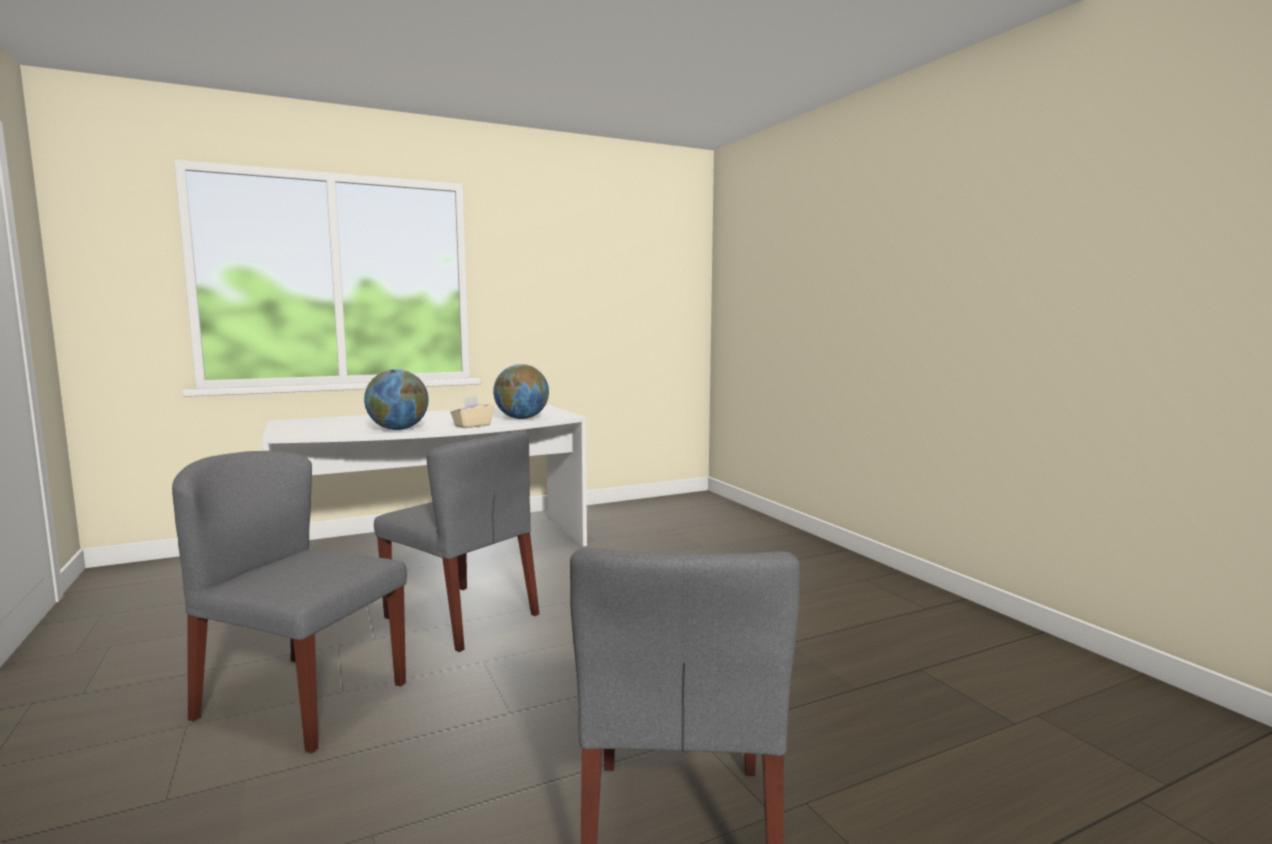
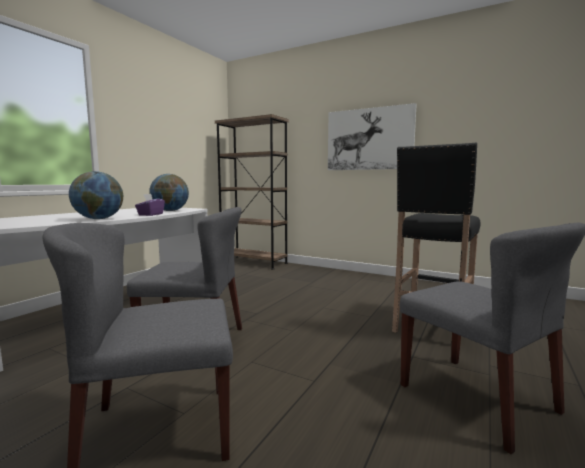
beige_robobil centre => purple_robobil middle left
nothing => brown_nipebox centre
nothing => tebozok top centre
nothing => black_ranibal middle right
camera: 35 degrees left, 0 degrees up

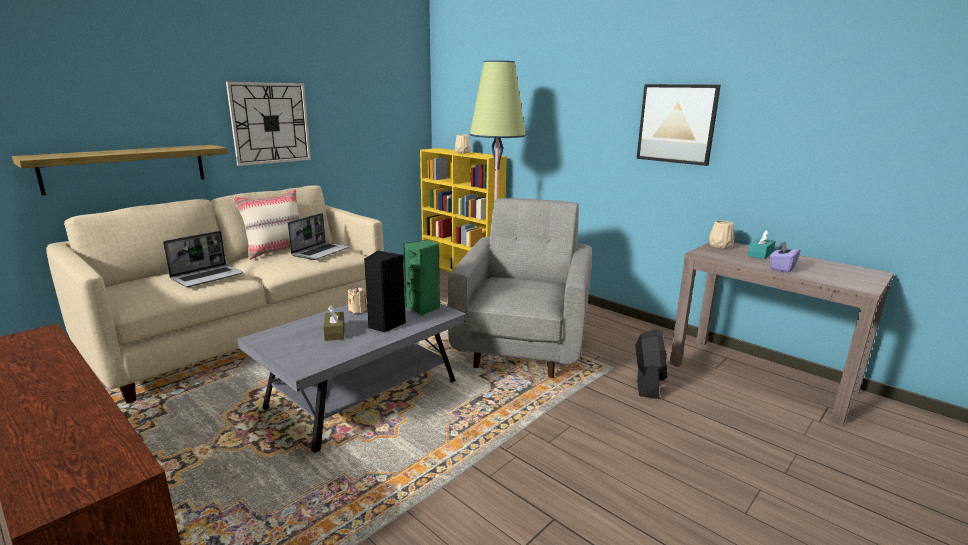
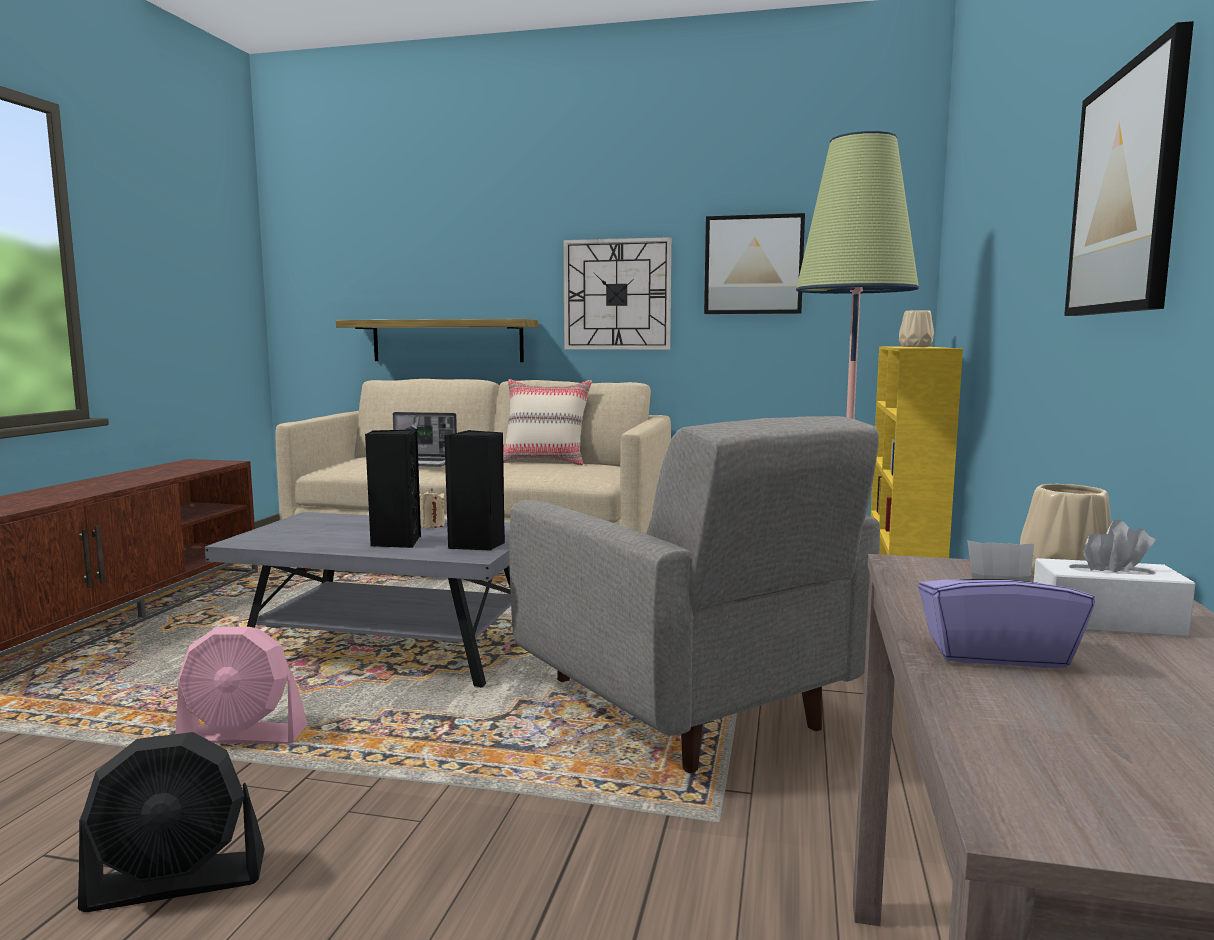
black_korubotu bottom right => black_korubotu bottom left, move
nothing => pink_korubotu bottom left
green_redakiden centre => black_redakiden (2nd from left) centre
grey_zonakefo centre, 75 degrees clockwise
nothing => tebozok (1st from left) top centre
turquoise_robobil middle right => white_robobil middle right
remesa (2nd from left) middle left => nothing
brown_robobil centre => nothing
camera: 60 degrees right, 10 degrees down

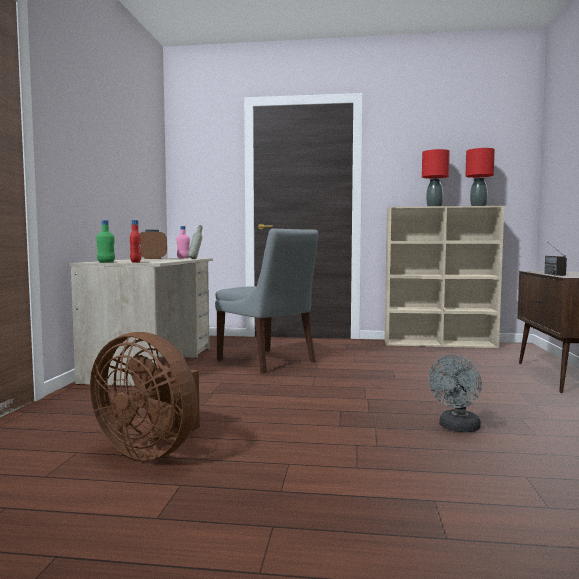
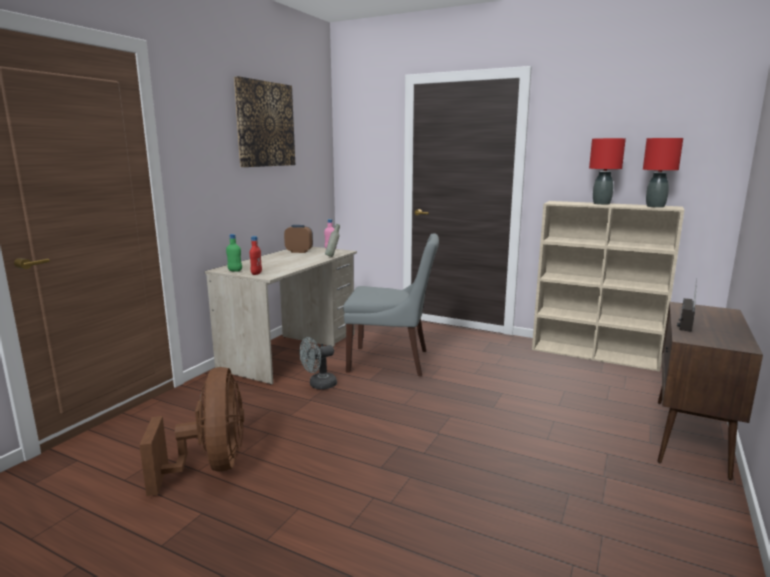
brown_korubotu bottom left, 150 degrees counterclockwise
nothing => tebozok top centre
grey_korubotu bottom right => grey_korubotu centre, move
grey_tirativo centre, 60 degrees counterclockwise
camera: 20 degrees right, 10 degrees up

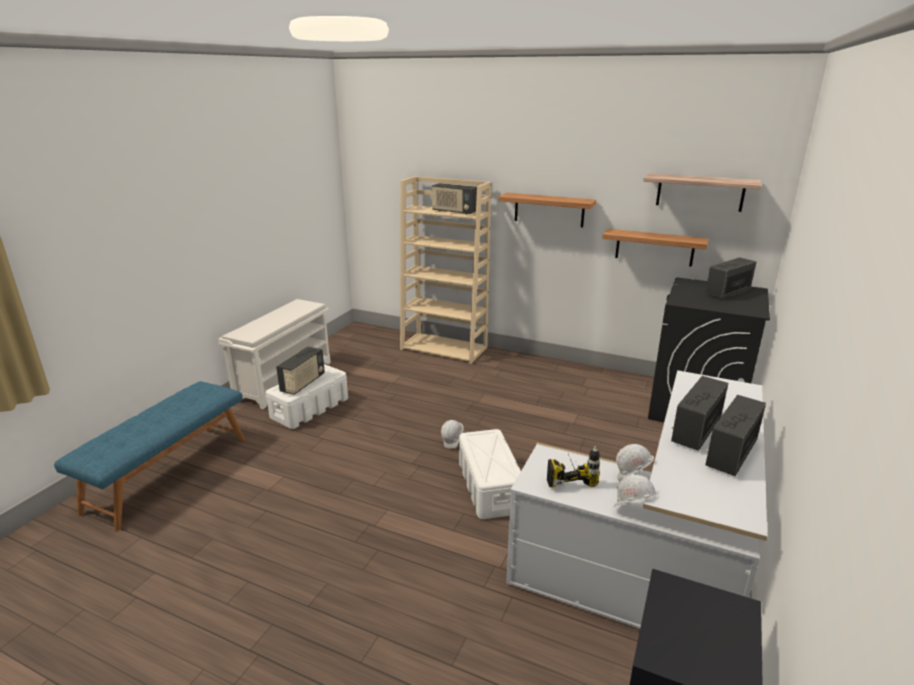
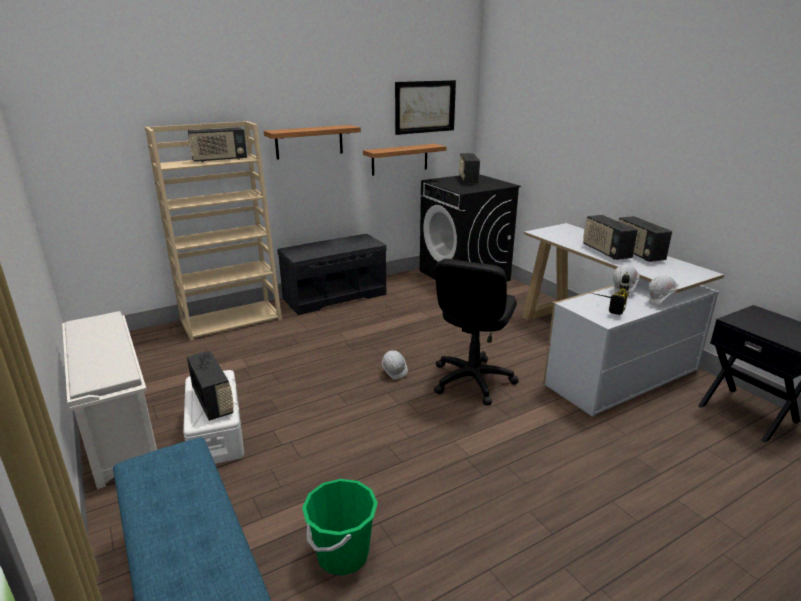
nothing => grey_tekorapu centre
nothing => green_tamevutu bottom centre
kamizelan (3rd from left) top right => tebozok top centre
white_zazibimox (2nd from left) bottom centre => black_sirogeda centre
camera: 55 degrees left, 0 degrees up

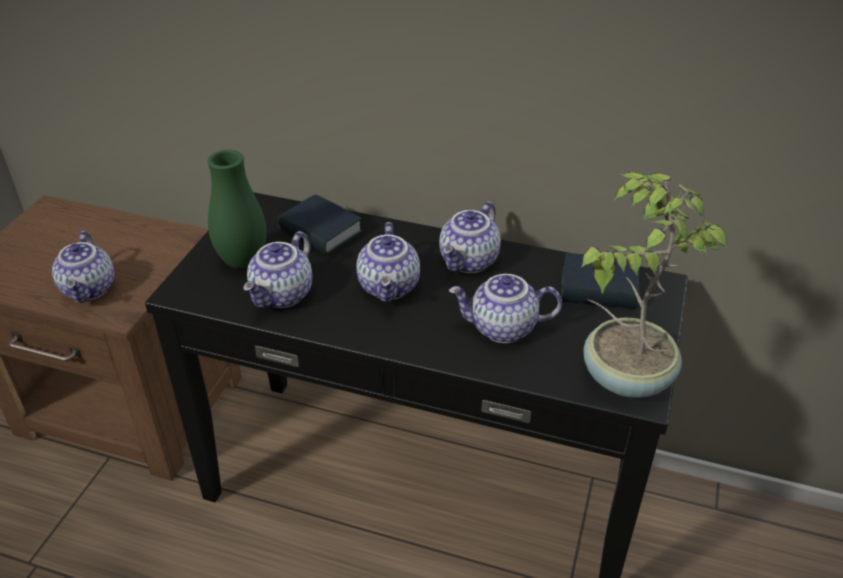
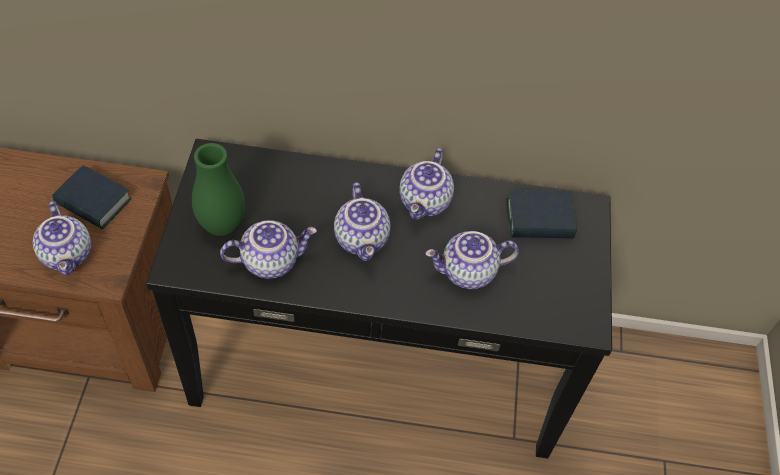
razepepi (1st from left) centre => razepepi (1st from left) middle left, move
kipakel (2nd from left) middle left => kipakel (2nd from left) centre, 120 degrees counterclockwise
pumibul middle right => nothing
camera: 15 degrees left, 15 degrees up

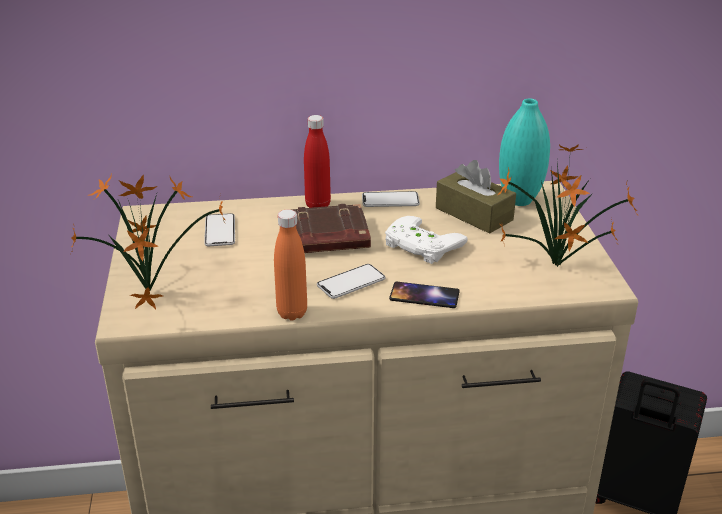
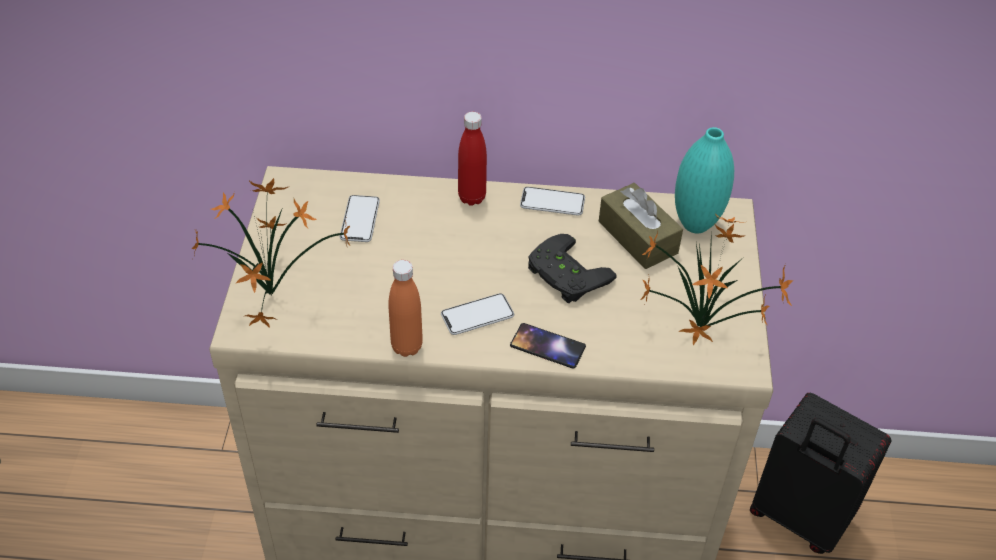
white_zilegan centre => black_zilegan centre
brown_razepepi centre => nothing
camera: 10 degrees right, 15 degrees up

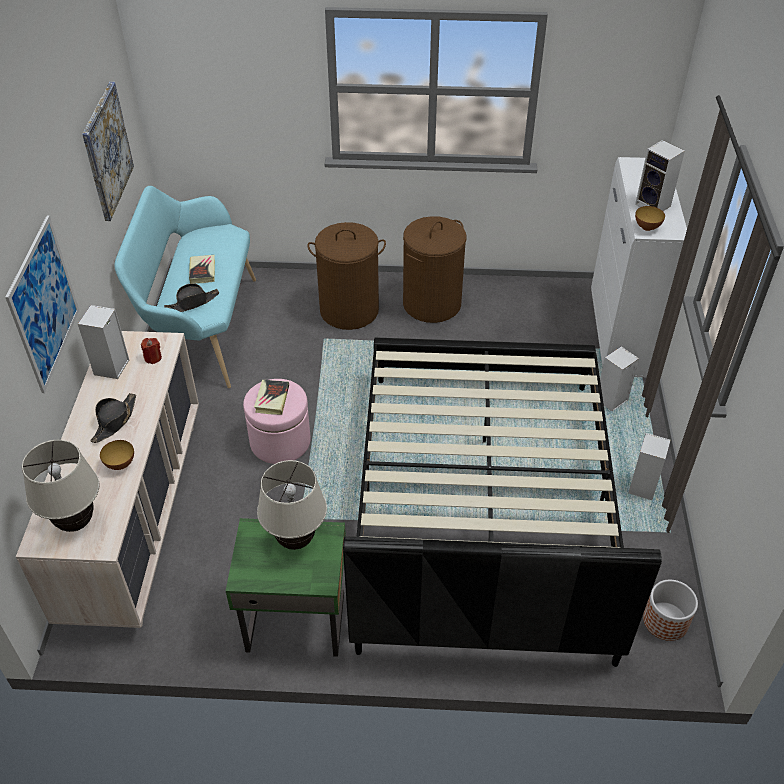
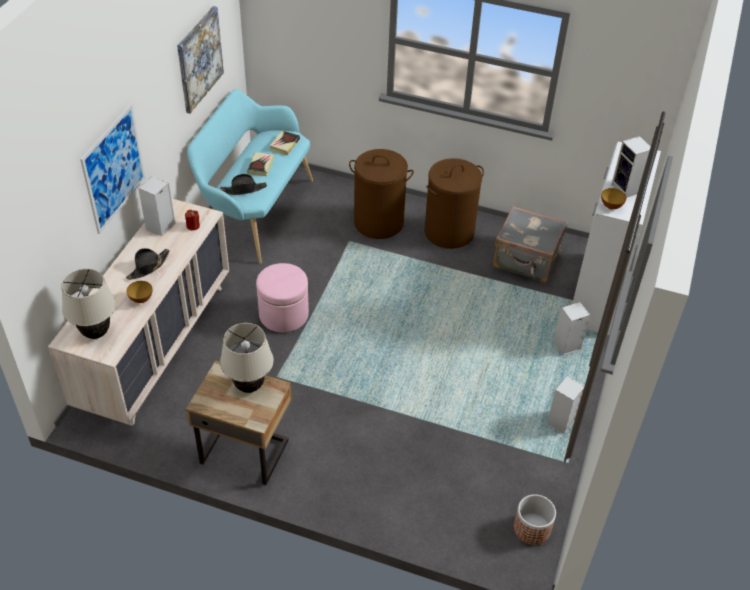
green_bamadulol bottom centre => beige_bamadulol bottom left
razepepi (2nd from left) centre => razepepi (2nd from left) top centre, move
nothing => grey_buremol middle right
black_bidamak centre => nothing
camera: 15 degrees right, 0 degrees up

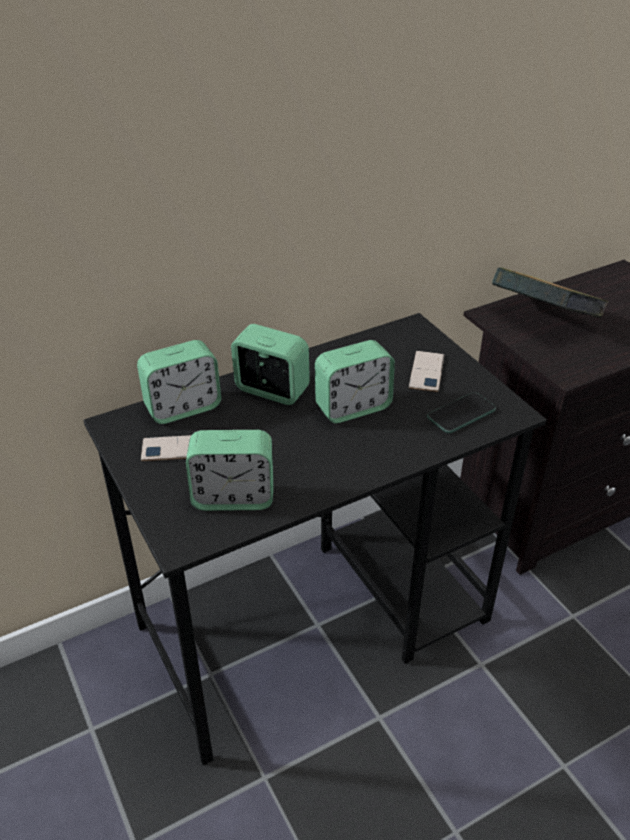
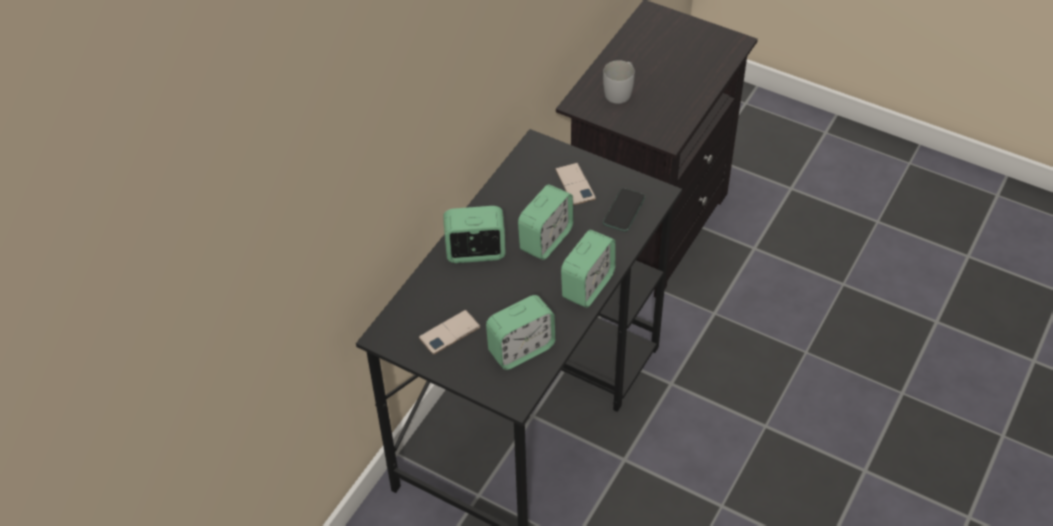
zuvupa (1st from left in the first image) middle left => zuvupa (4th from left) centre, move
razepepi middle right => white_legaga top centre
camera: 30 degrees left, 10 degrees up

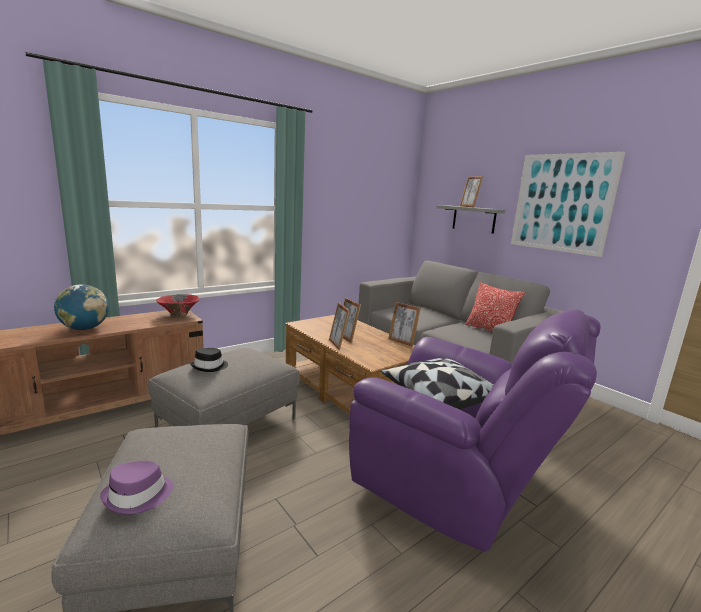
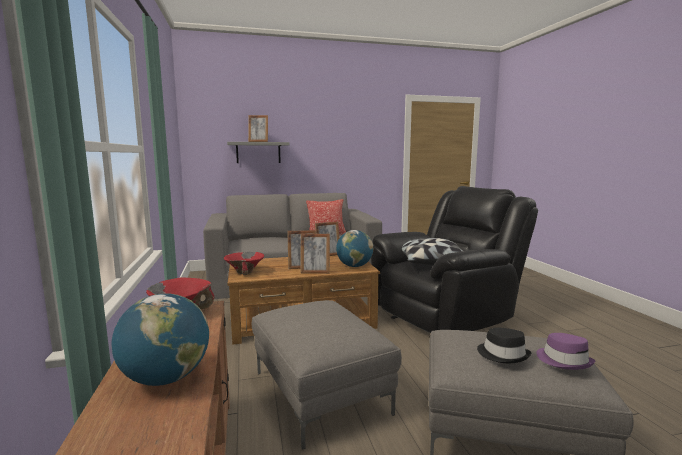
nothing => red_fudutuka (2nd from left) centre
nothing => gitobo (2nd from left) centre
purple_zonakefo bottom right => black_zonakefo centre
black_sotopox middle left => black_sotopox bottom right, move
tebozok middle right => nothing
camera: 65 degrees left, 5 degrees down

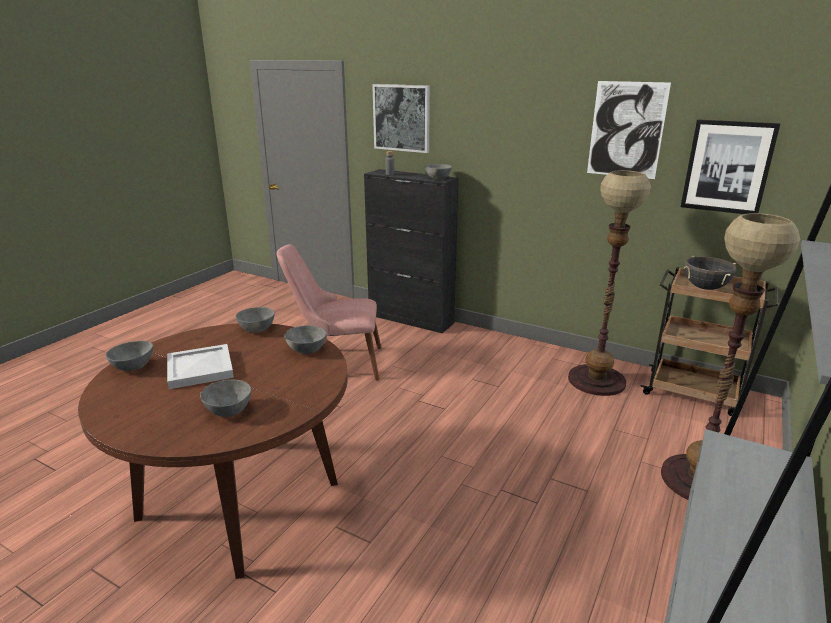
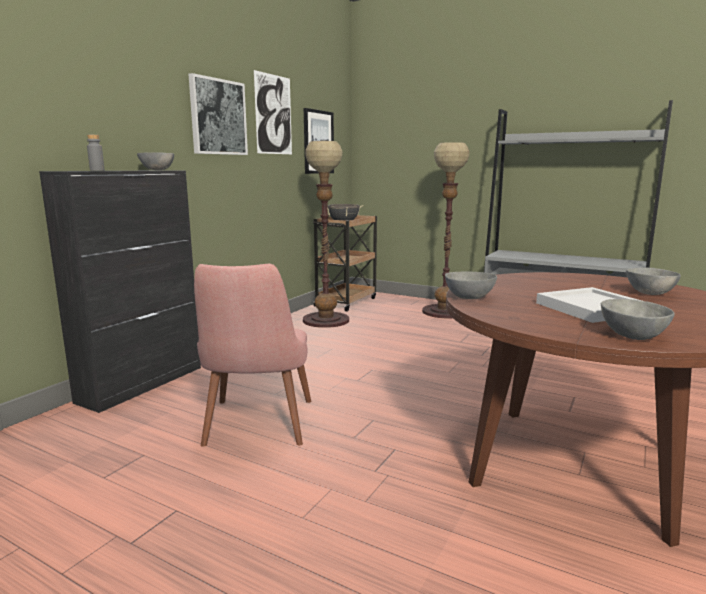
tebozok (1st from left) top centre => tebozok (1st from left) top left, move
grey_fudutuka (4th from left) centre => nothing
camera: 90 degrees left, 10 degrees down

